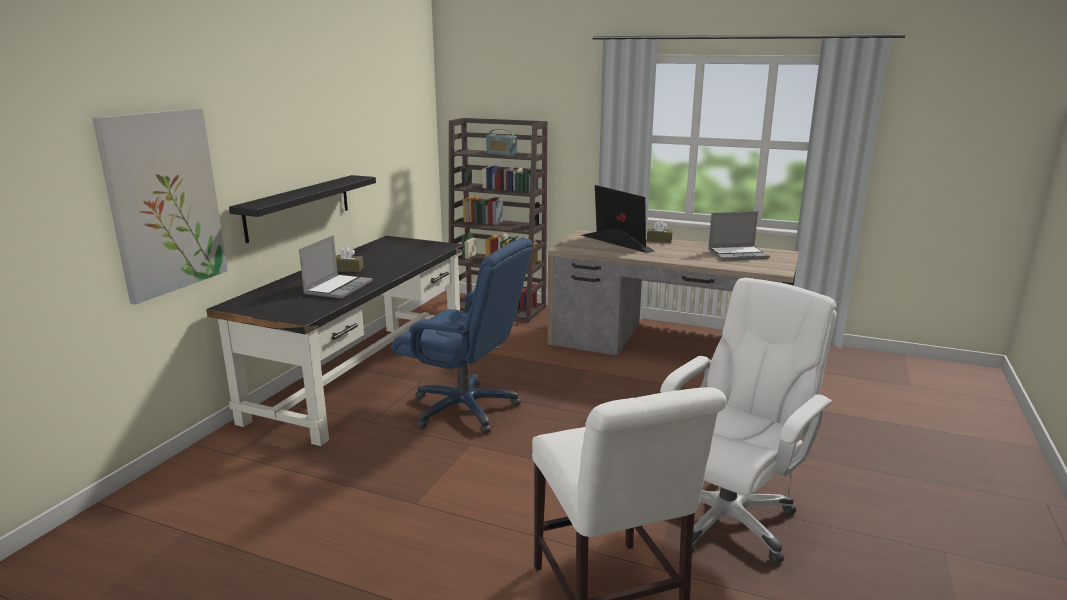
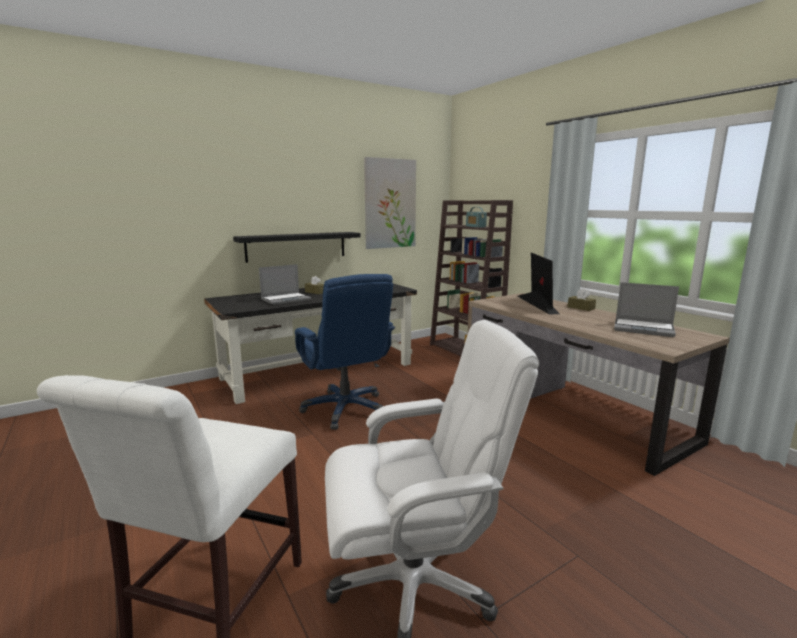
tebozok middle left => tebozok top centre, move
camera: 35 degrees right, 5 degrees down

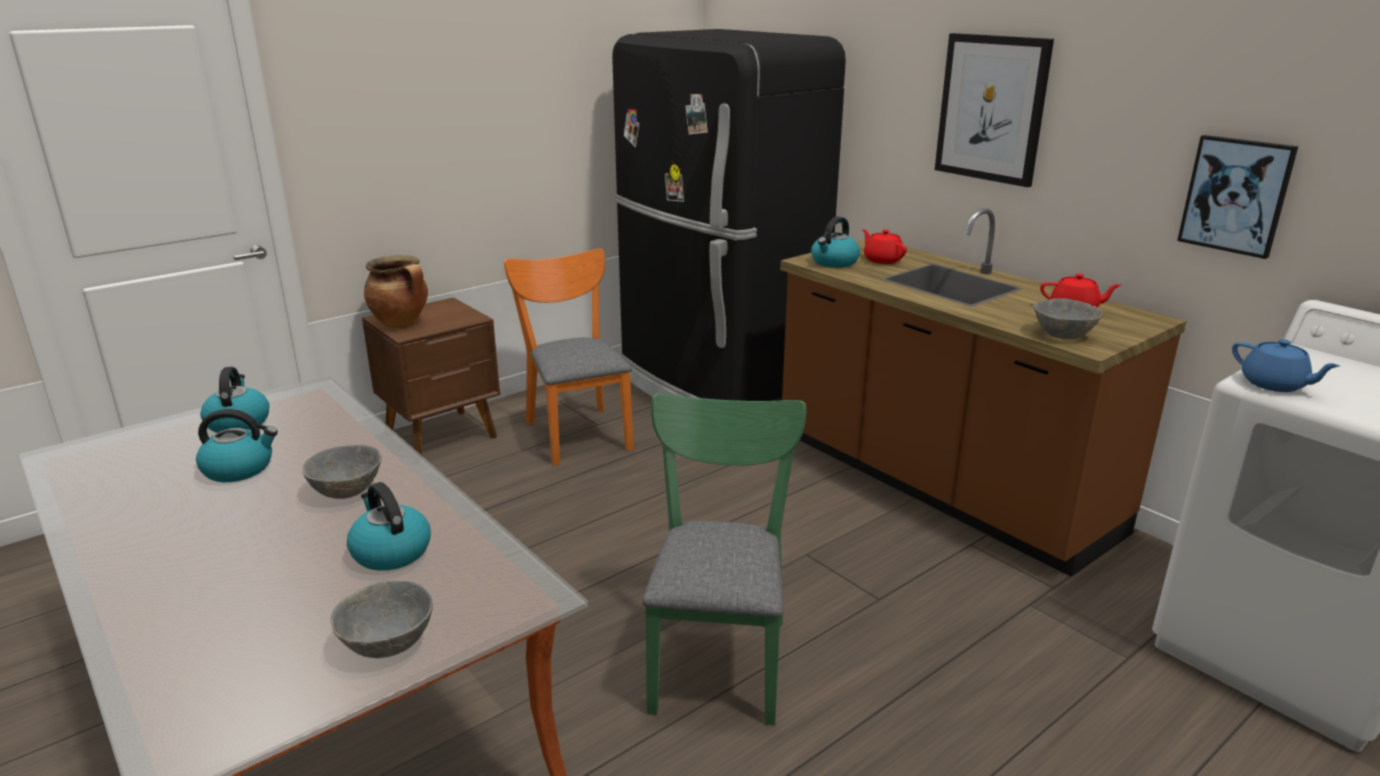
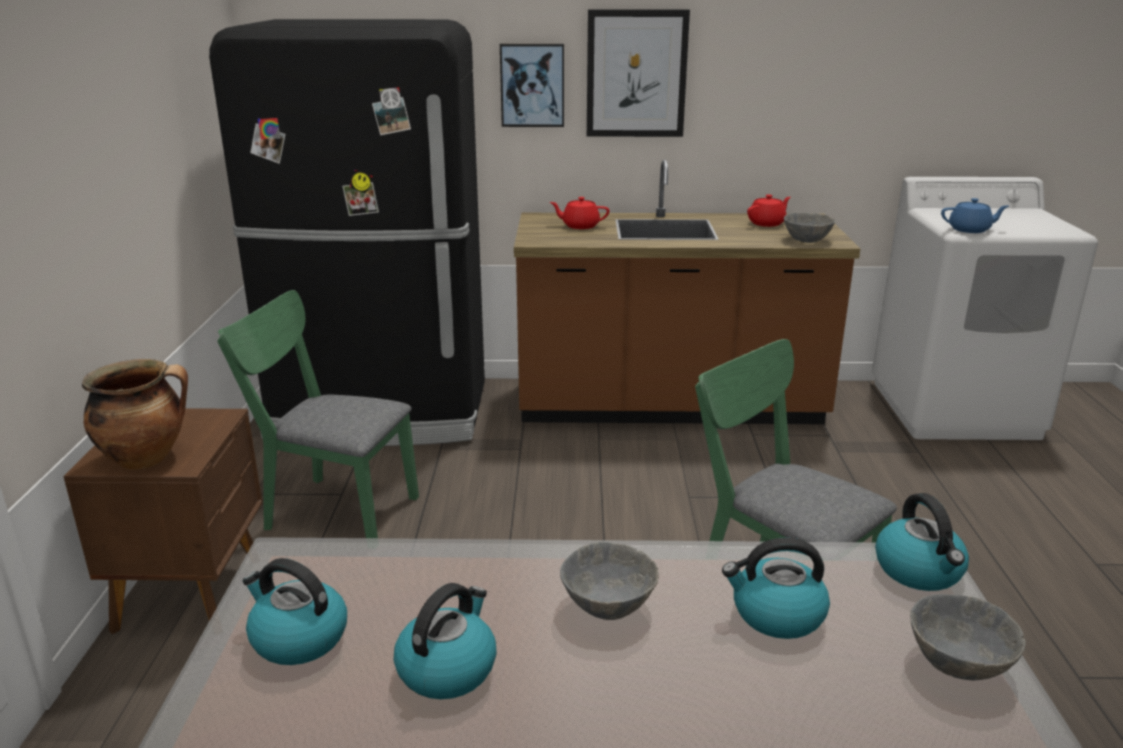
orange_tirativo centre => green_tirativo (1st from left) middle left
tebozok (2nd from left in the first image) top right => tebozok (1st from left) top centre, move
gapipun (4th from left) top centre => gapipun (4th from left) bottom right, move
camera: 50 degrees left, 0 degrees up

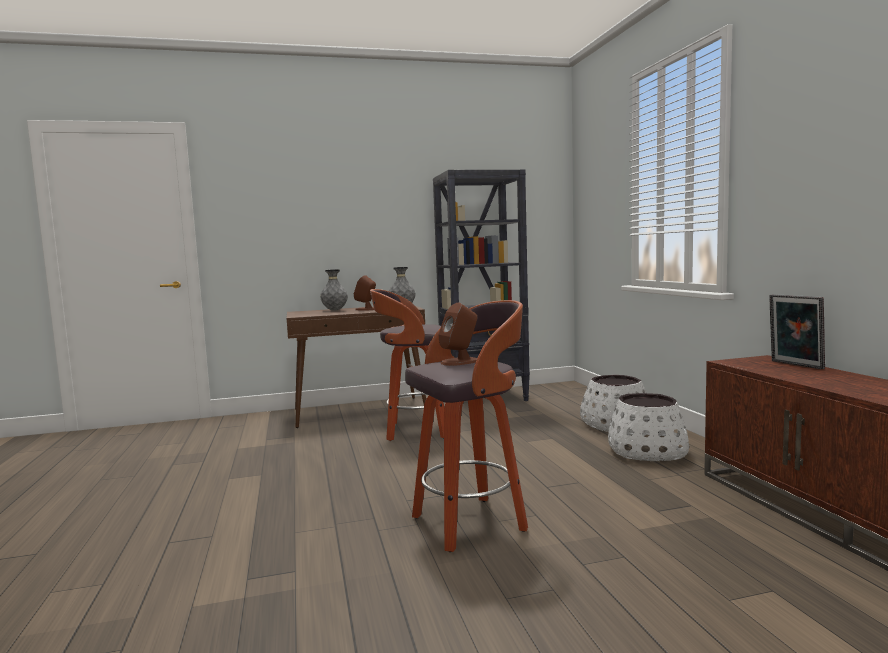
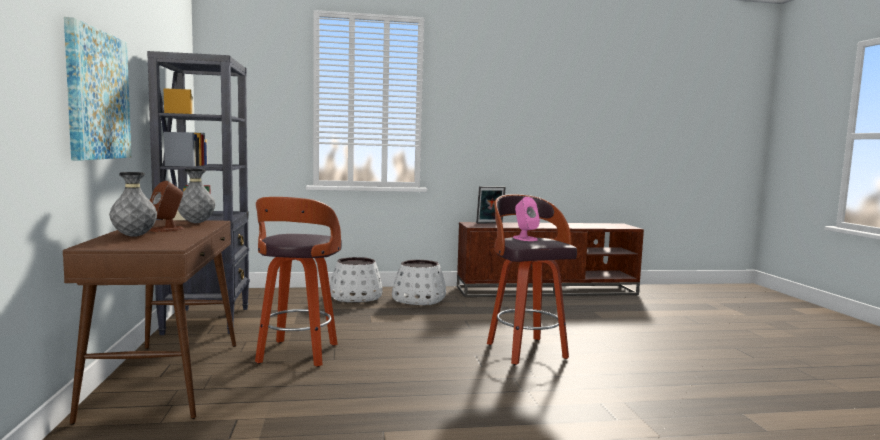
nothing => tebozok top left
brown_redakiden (2nd from left) centre => pink_redakiden centre
camera: 85 degrees left, 0 degrees up

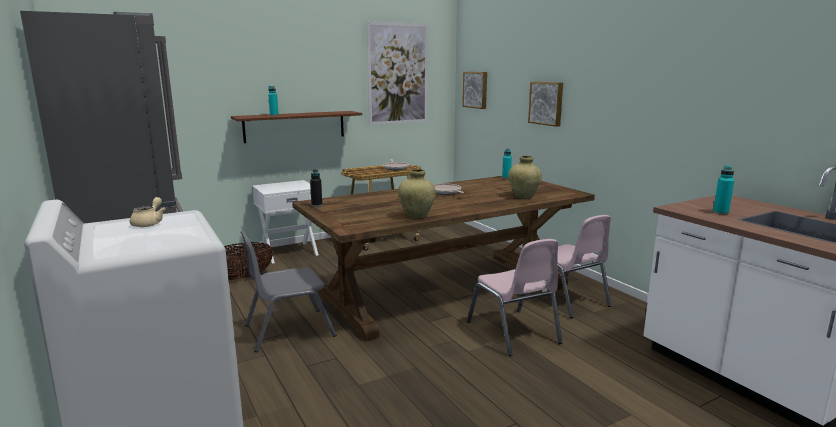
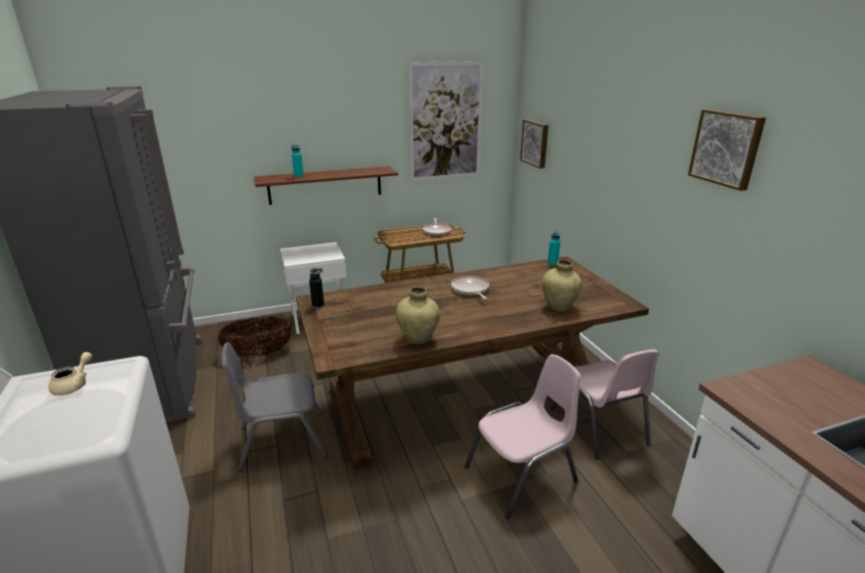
pink_tirativo (1st from left) bottom centre, 105 degrees counterclockwise
tebozok (3rd from left) top centre => tebozok (3rd from left) top right, move
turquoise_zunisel (3rd from left) middle right => nothing
camera: 10 degrees right, 10 degrees up

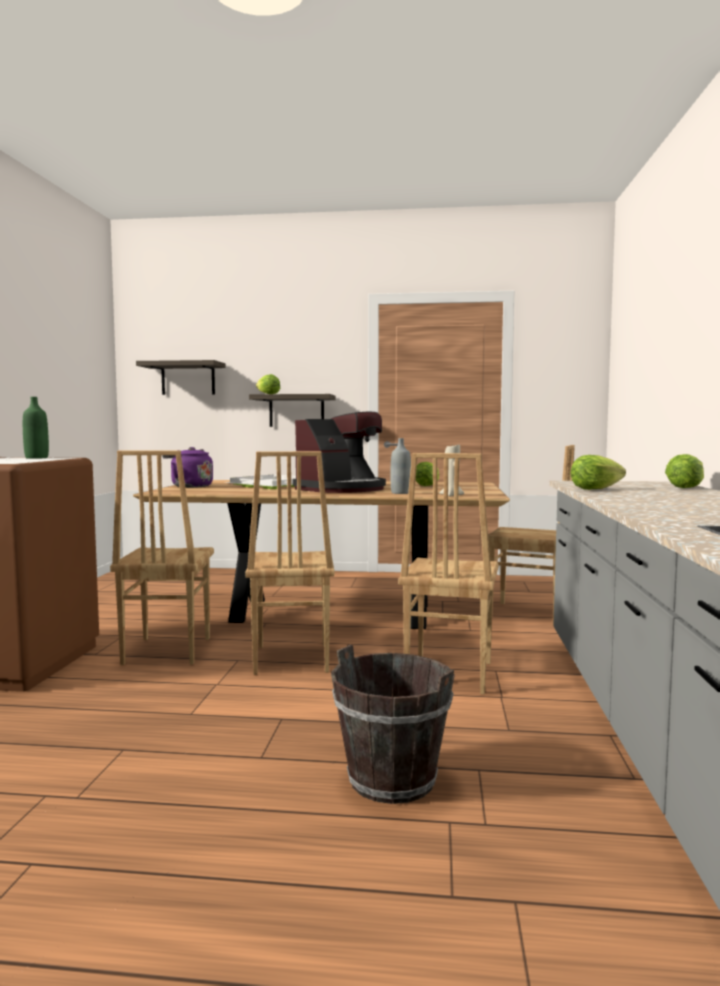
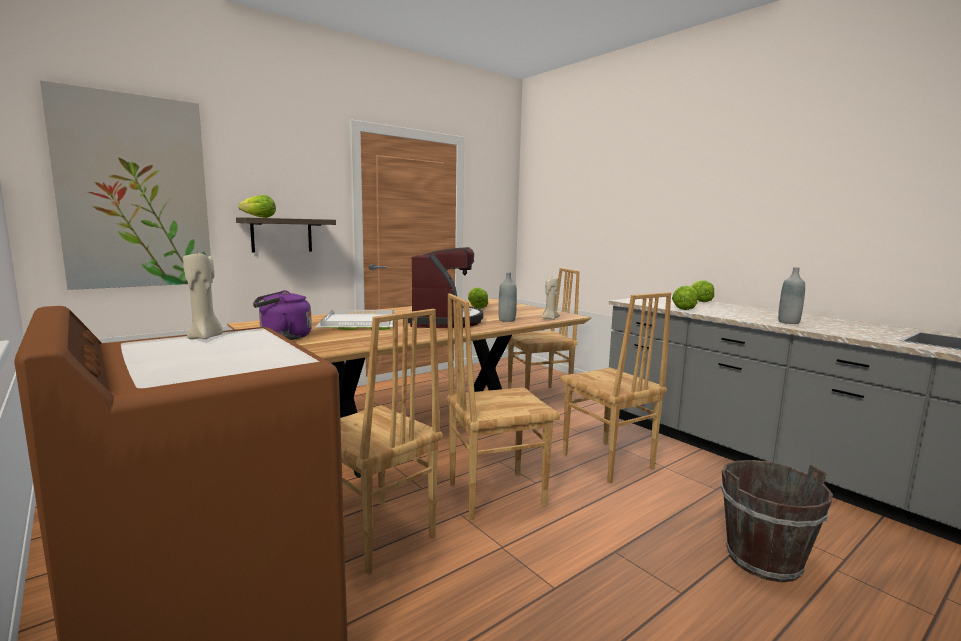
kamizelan (1st from left) middle left => tebozok top left
green_zunisel middle left => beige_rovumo (1st from left) middle left
brown_tirativo (2nd from left) centre, 120 degrees clockwise
nothing => grey_zunisel (2nd from left) middle right
camera: 45 degrees left, 5 degrees up

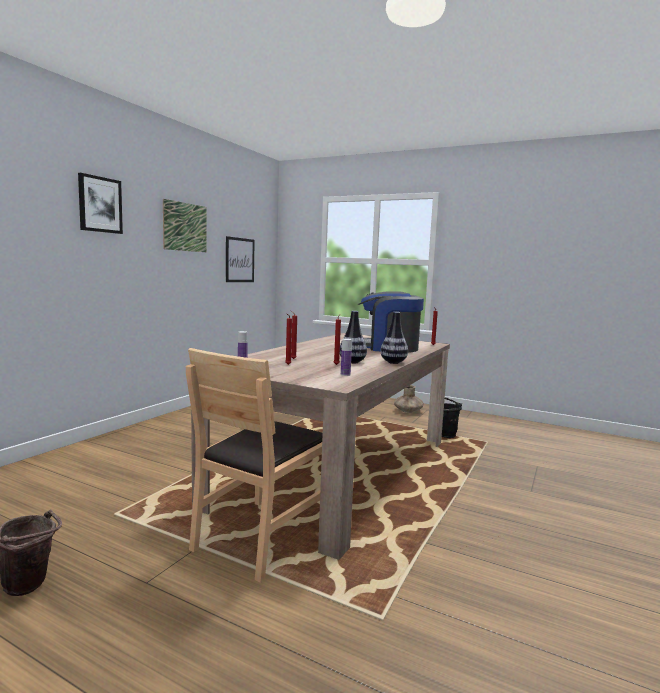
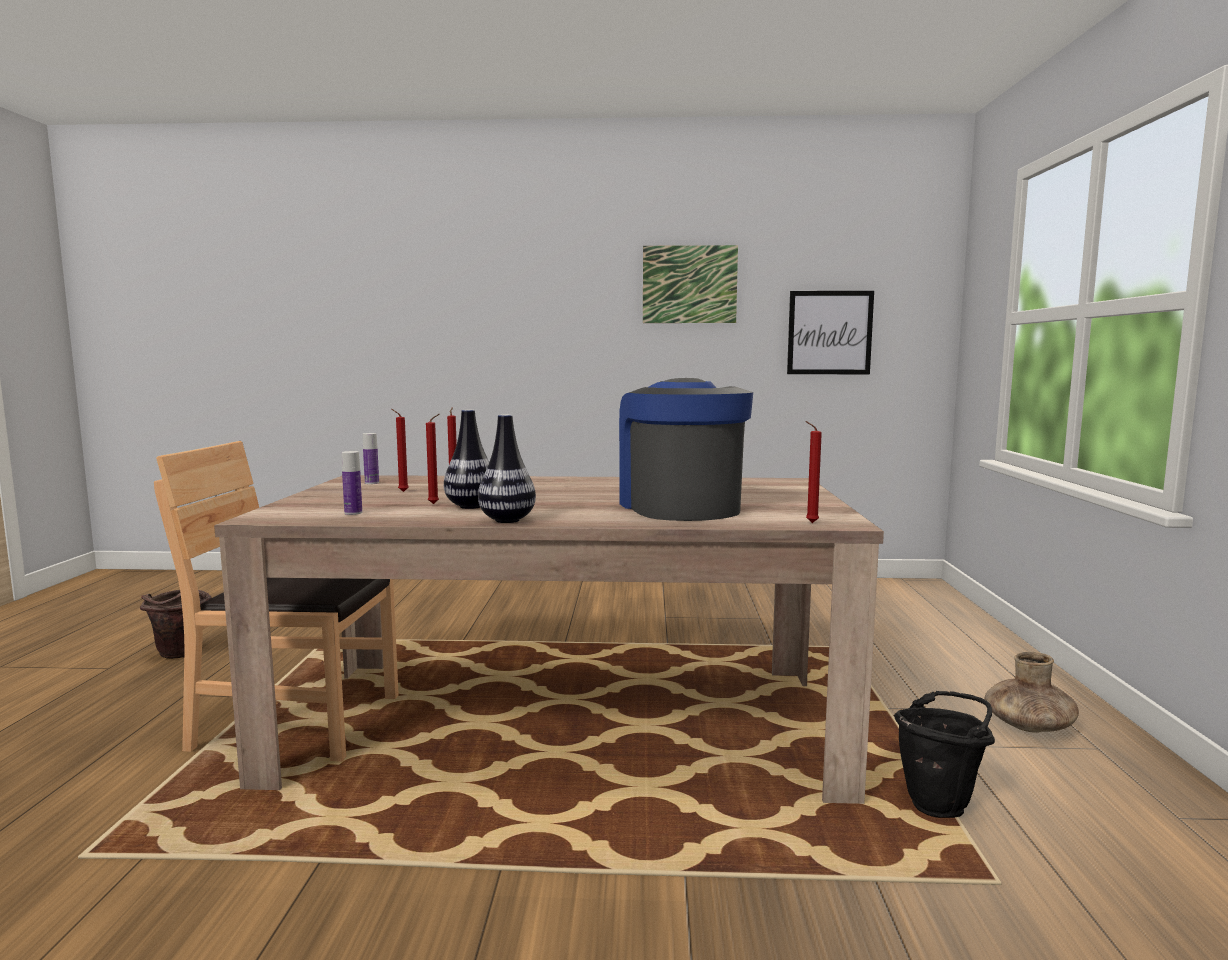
tebozok (1st from left) top left => nothing
camera: 65 degrees right, 0 degrees up

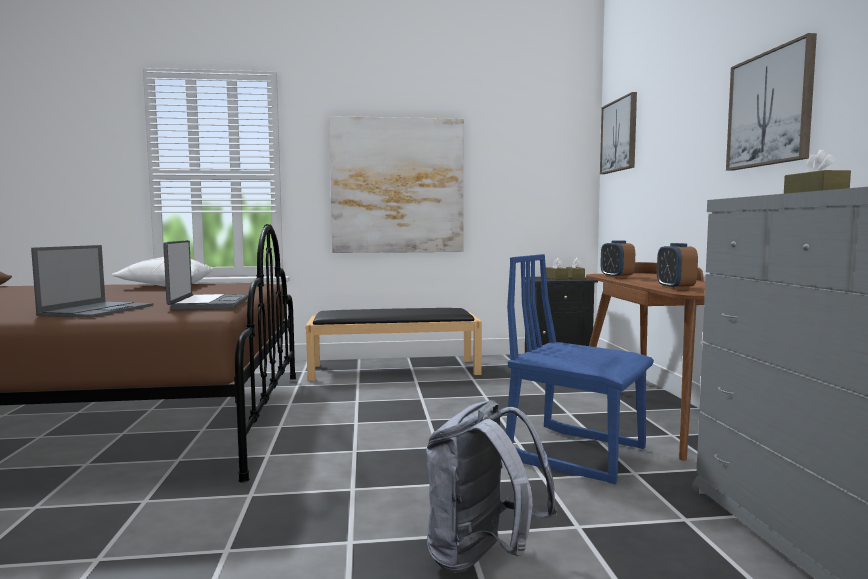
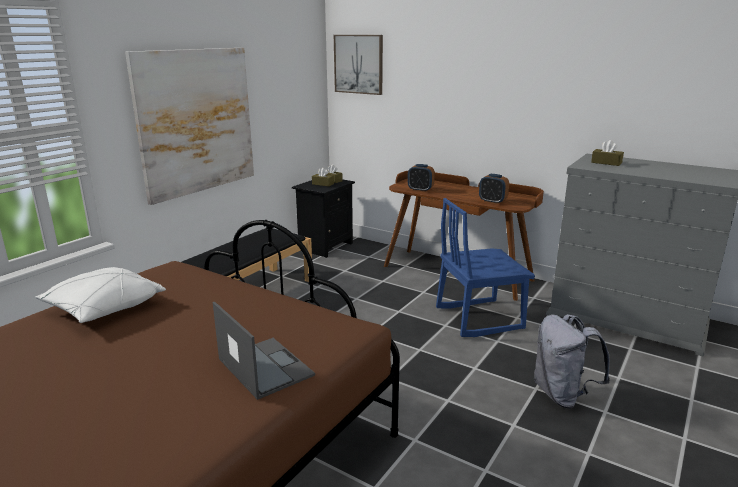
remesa (2nd from left) middle left => nothing
tebozok (3rd from left) top right => nothing
camera: 50 degrees left, 15 degrees up

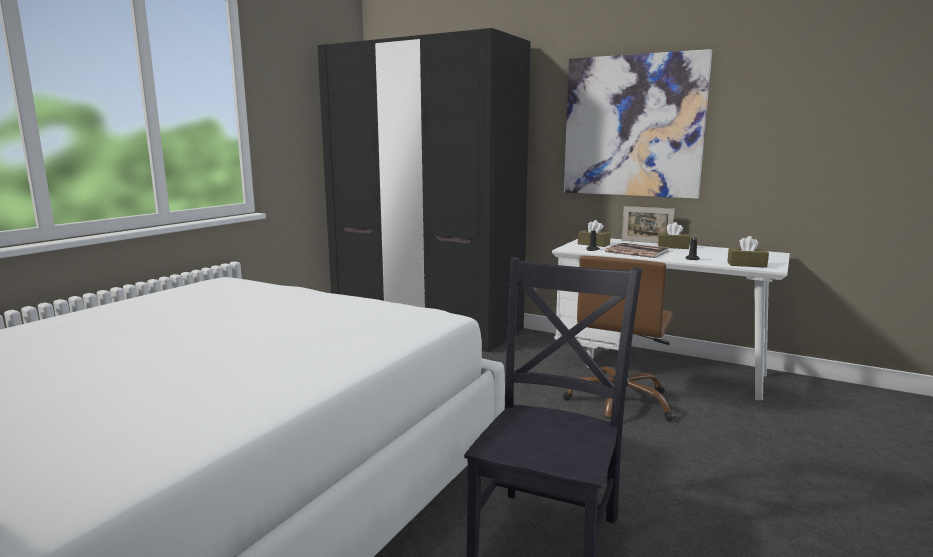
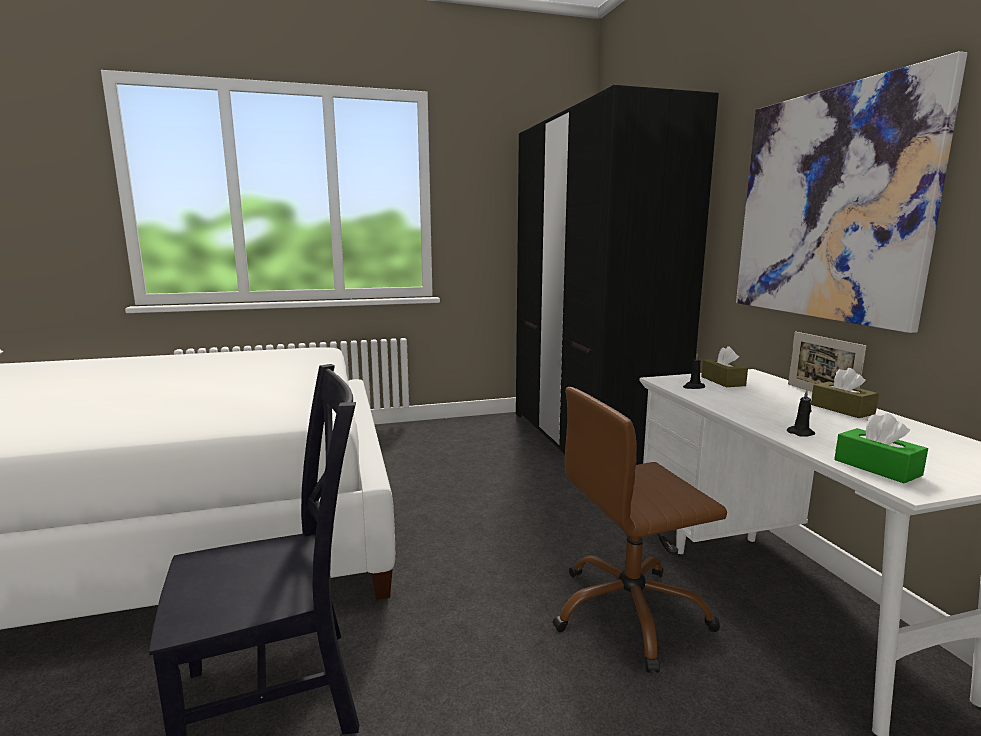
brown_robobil (3rd from left) middle right => green_robobil middle right
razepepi middle right => nothing
camera: 45 degrees right, 0 degrees up

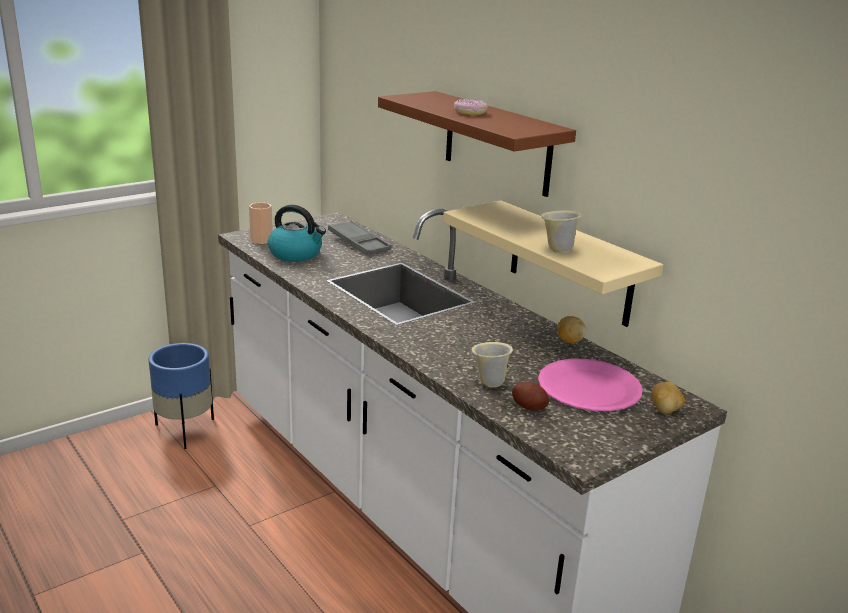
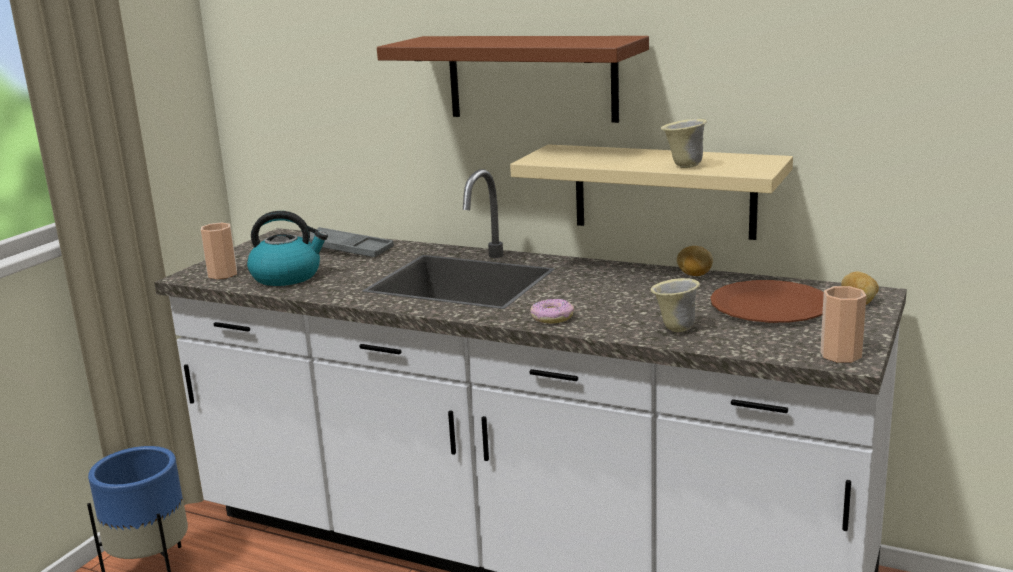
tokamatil top centre => tokamatil centre, move
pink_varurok middle right => brown_varurok middle right
nothing => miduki (2nd from left) middle right
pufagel (1st from left) centre => nothing
camera: 25 degrees left, 5 degrees down

